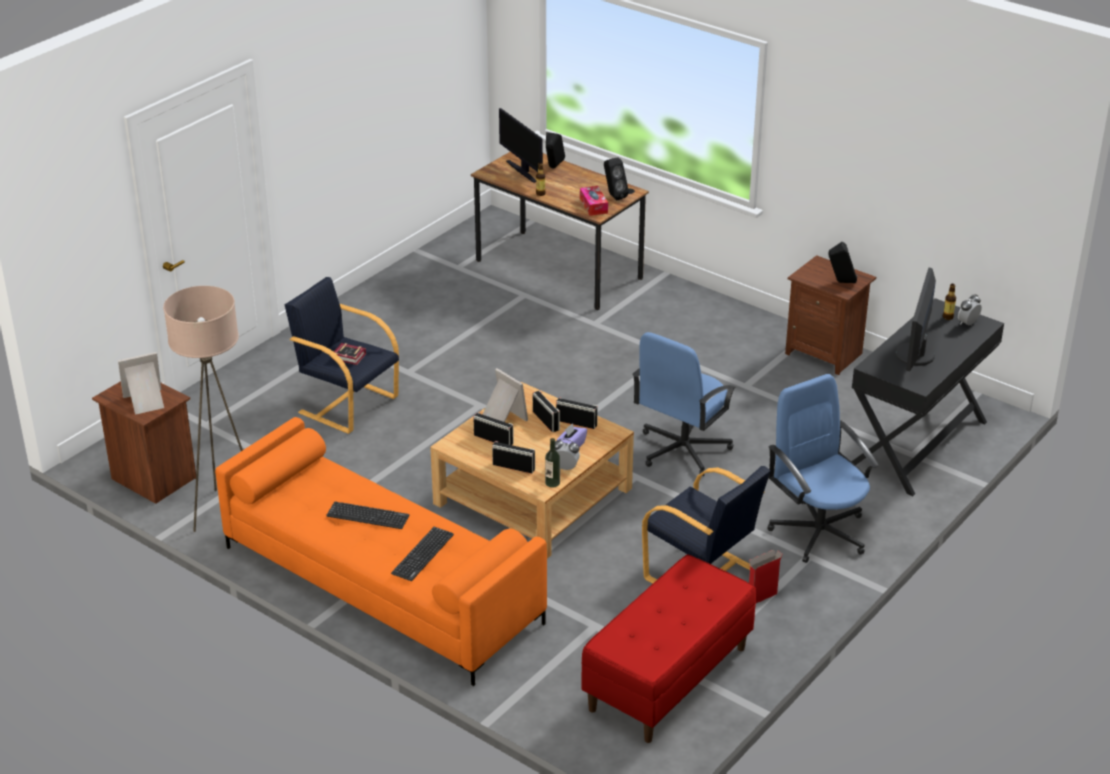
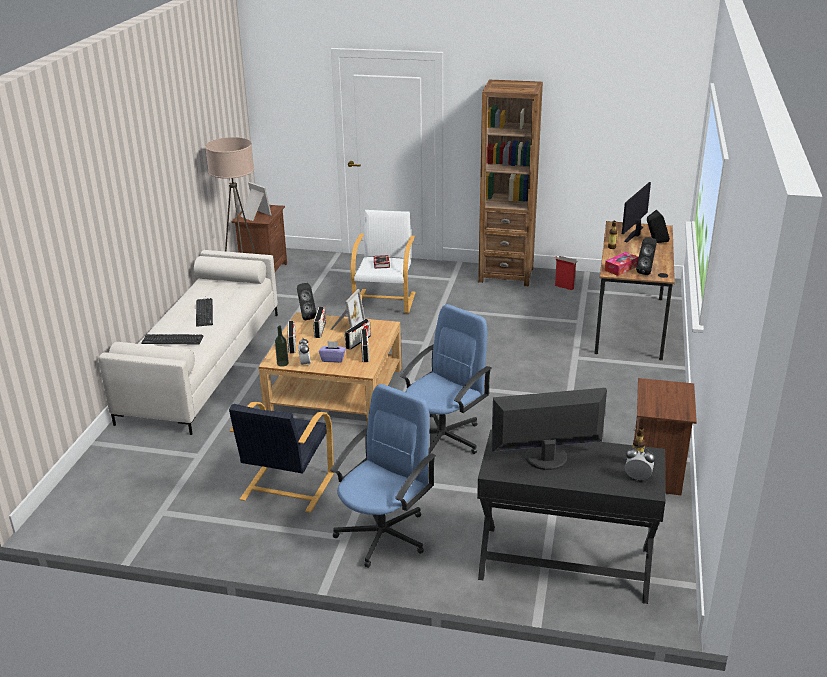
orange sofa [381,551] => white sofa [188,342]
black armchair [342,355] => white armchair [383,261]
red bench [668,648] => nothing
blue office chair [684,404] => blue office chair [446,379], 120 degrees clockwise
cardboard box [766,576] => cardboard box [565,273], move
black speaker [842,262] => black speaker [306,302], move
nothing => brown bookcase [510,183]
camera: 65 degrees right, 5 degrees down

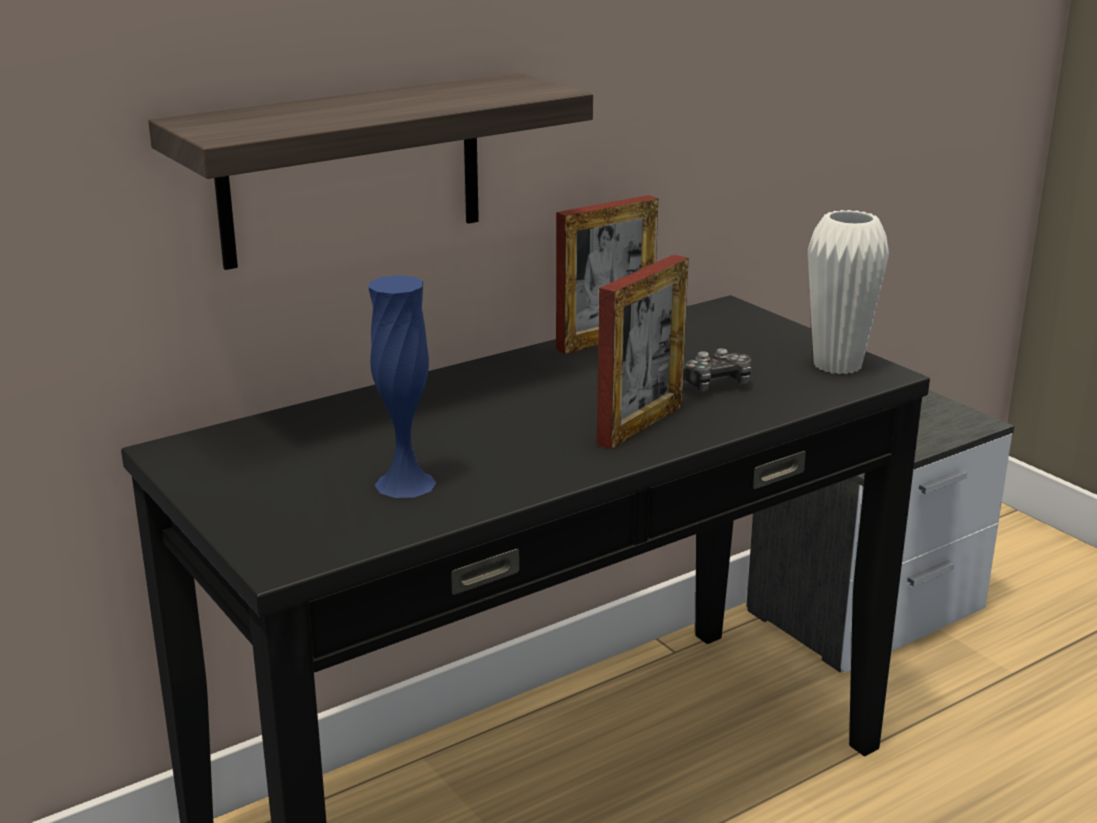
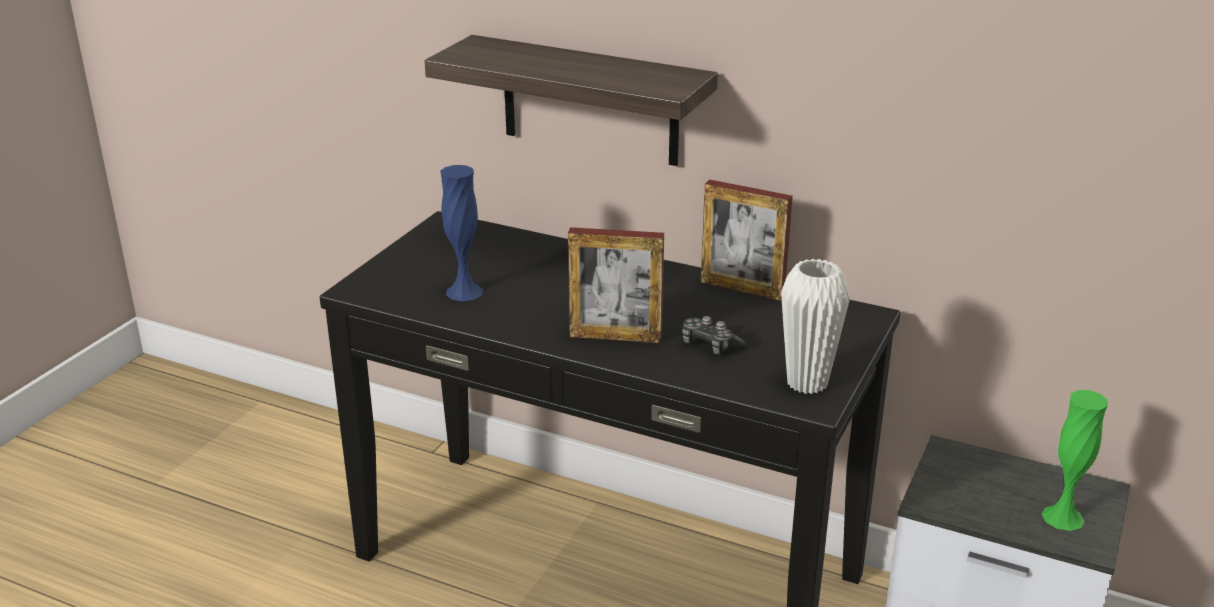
nothing => green vase [1075,460]
camera: 60 degrees right, 5 degrees up

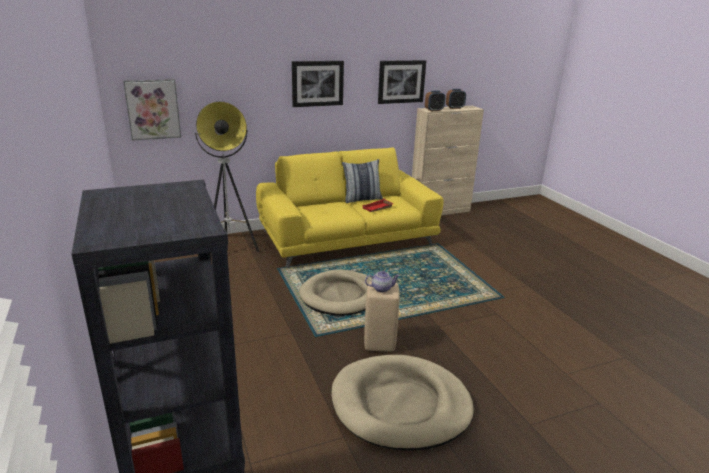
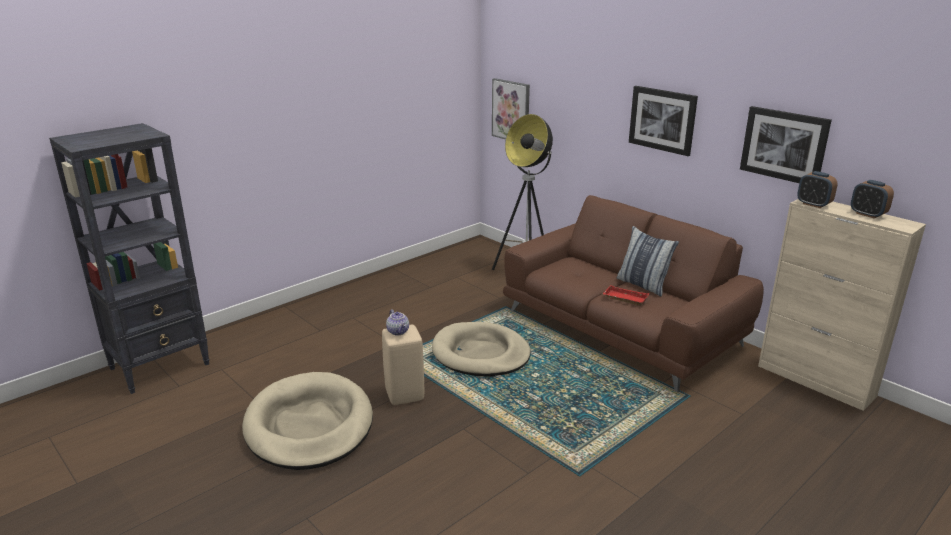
yellow sofa [350,208] => brown sofa [633,293]
camera: 70 degrees right, 0 degrees up

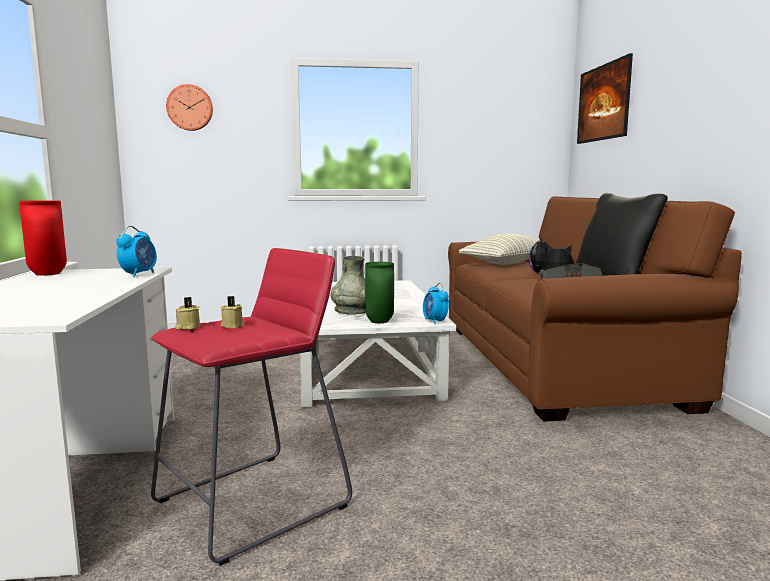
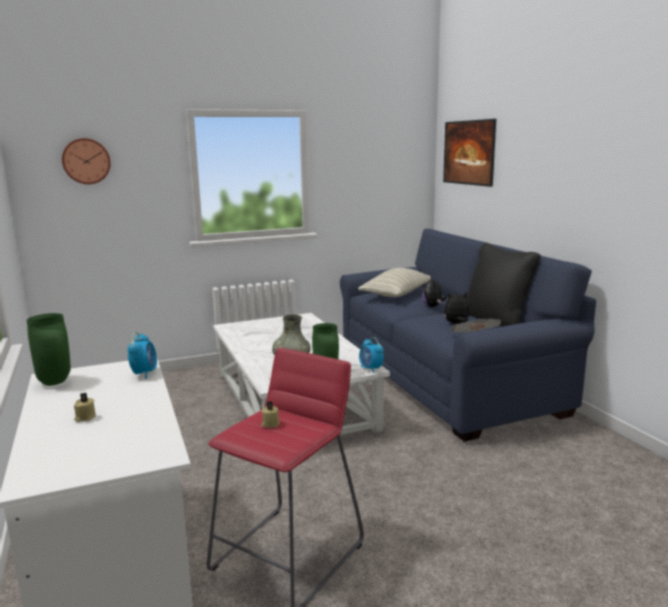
red vase [43,238] => green vase [49,349]
beige candle [187,313] => beige candle [85,407], move
brown sofa [595,308] => blue sofa [468,335]
camera: 15 degrees left, 5 degrees up

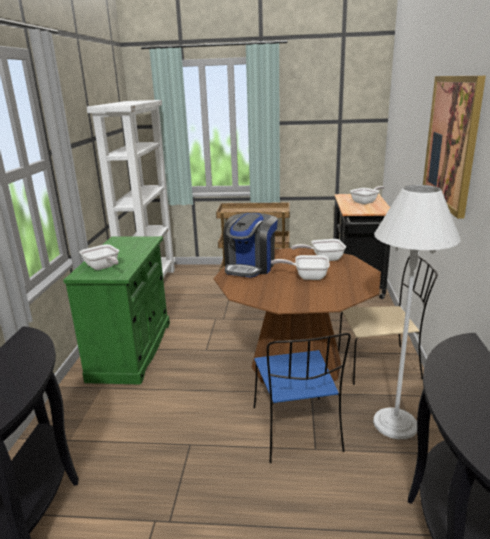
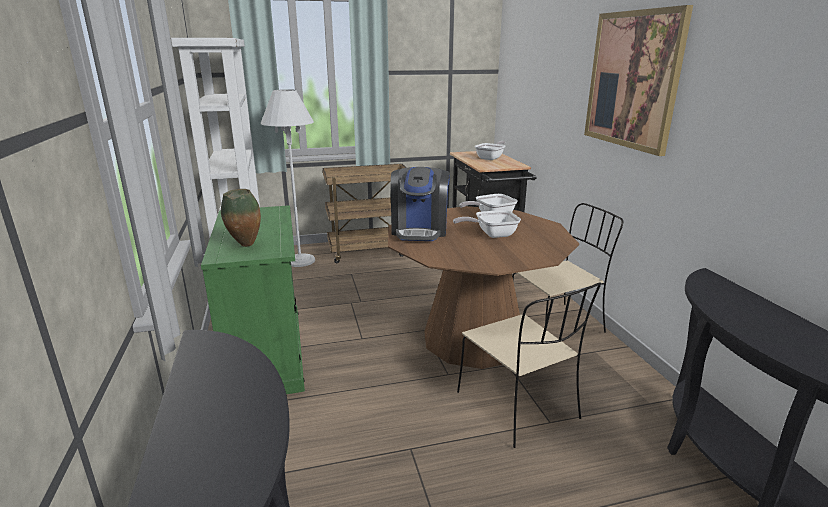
frying pan [99,257] => vase [241,218]
blue chair [302,398] => beige chair [529,365]
white floor lamp [417,312] => white floor lamp [287,178], move
camera: 20 degrees left, 0 degrees up

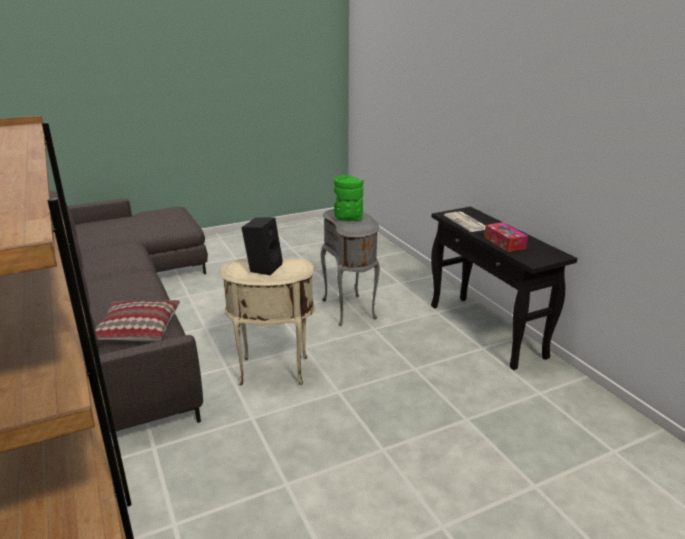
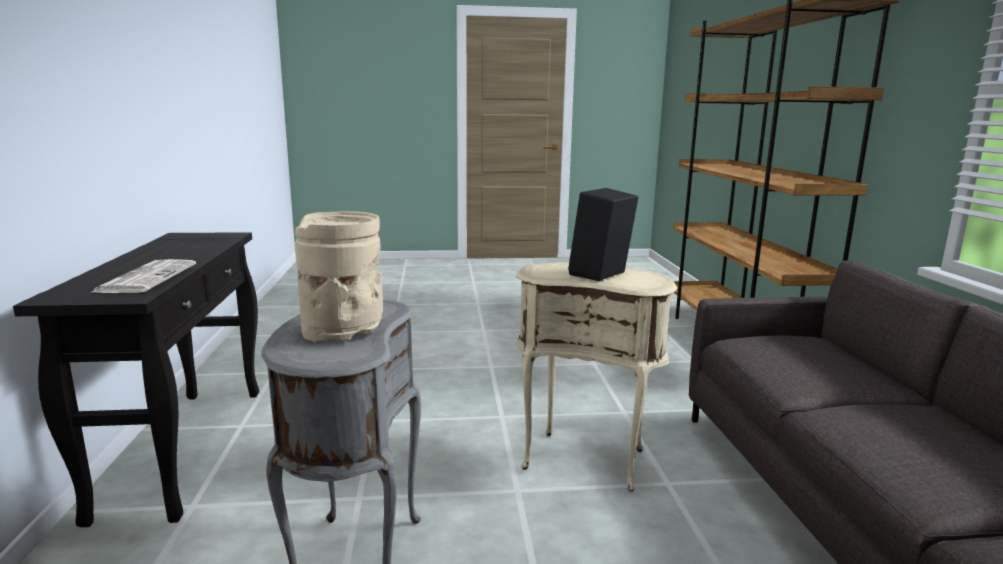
pillow [137,320] => nothing
green vase [348,198] => beige vase [339,277]
tissue box [506,237] => nothing
camera: 160 degrees left, 10 degrees down

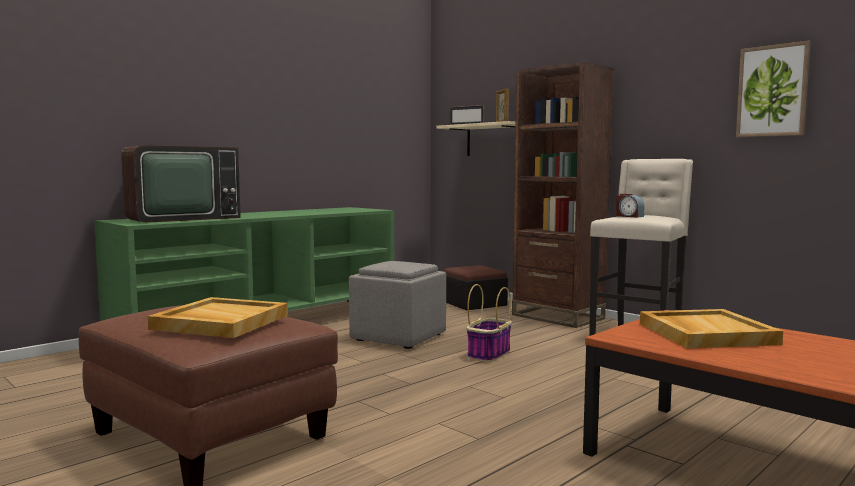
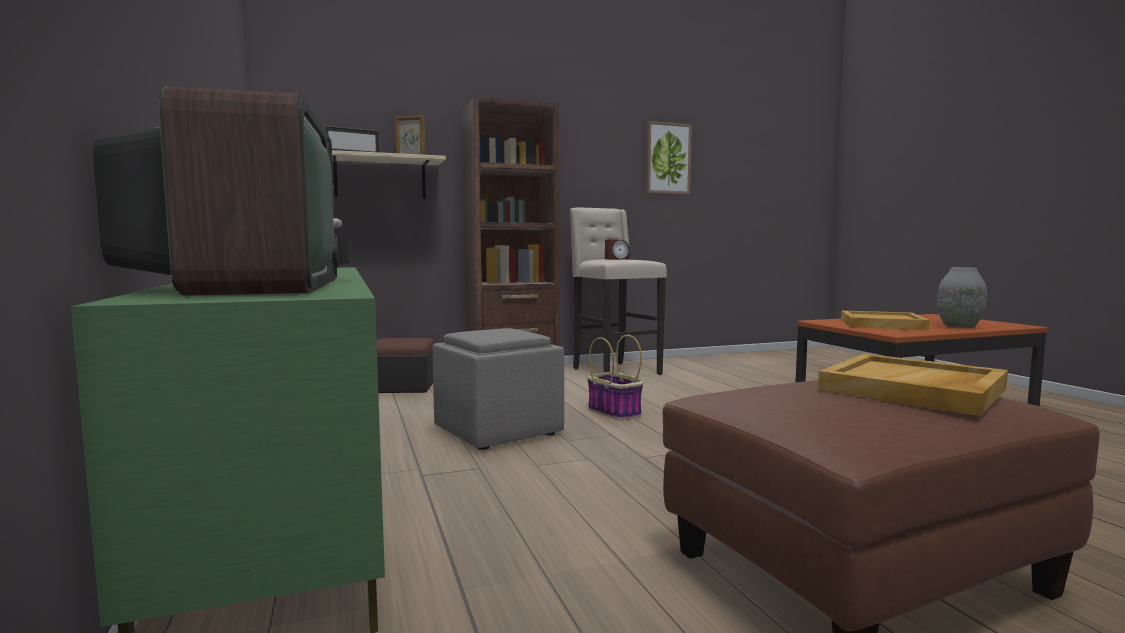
nothing => grey vase [962,297]
camera: 65 degrees left, 0 degrees up

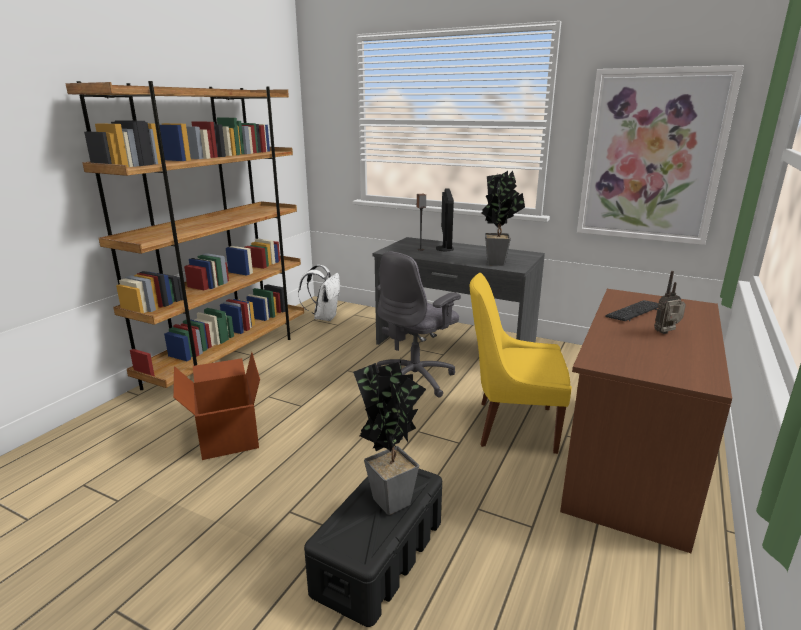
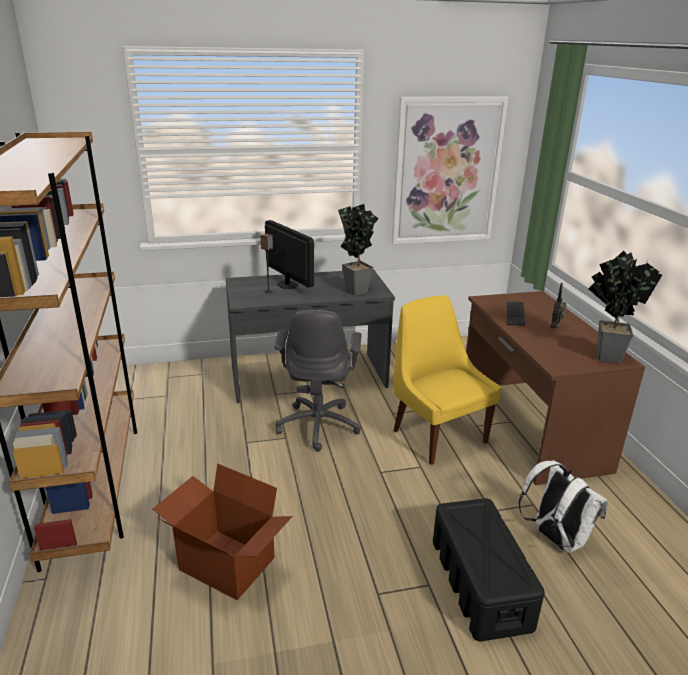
white backpack [319,293] => white backpack [563,506], move
potted plant [389,436] => potted plant [625,307], move
yellow chair [521,363] => yellow chair [447,380], 90 degrees clockwise
camera: 40 degrees left, 5 degrees up

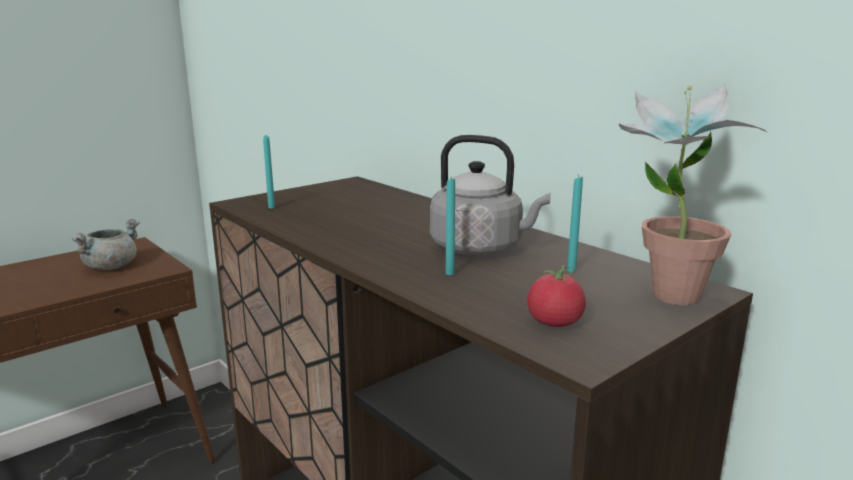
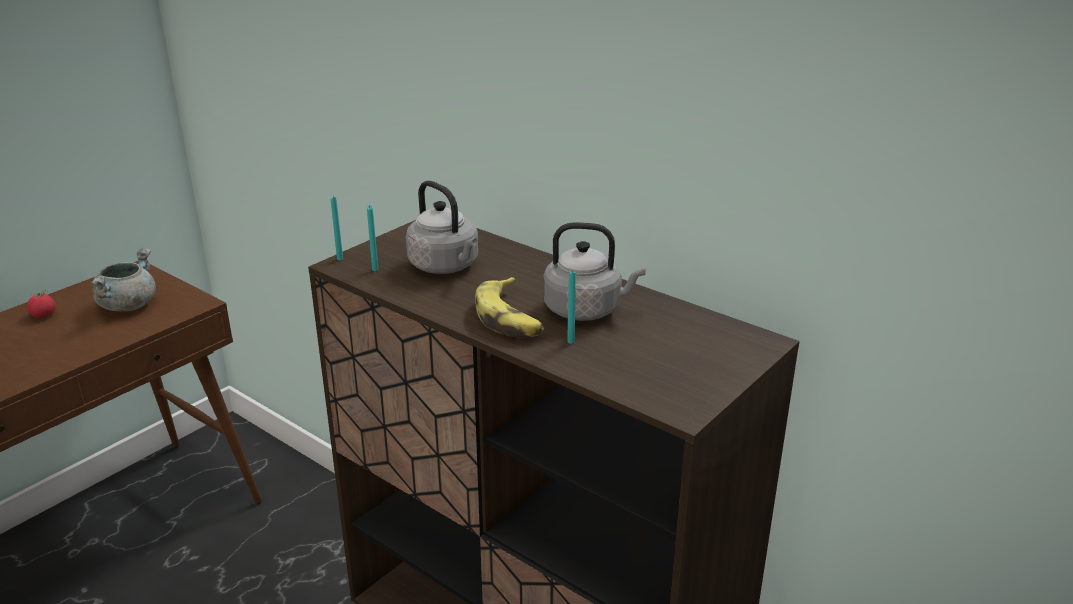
tomato [556,296] => tomato [41,304], move
turquoise candle [575,223] => turquoise candle [337,228], move
potted plant [693,194] => nothing
nothing => grey kettle [442,227]
nothing => banana [509,307]
camera: 10 degrees left, 10 degrees up

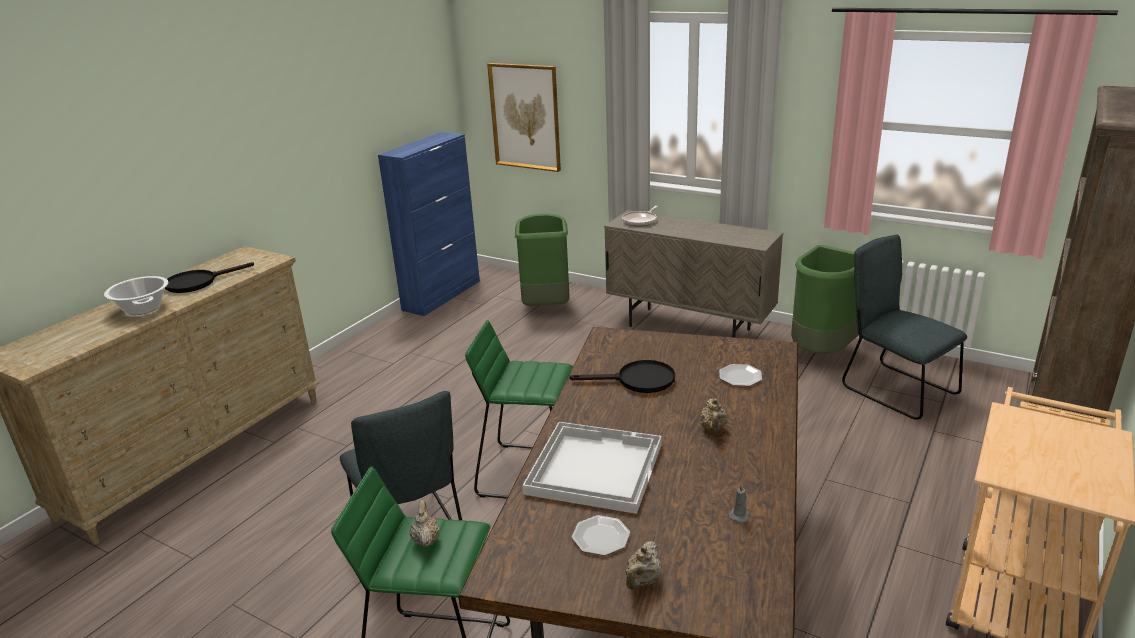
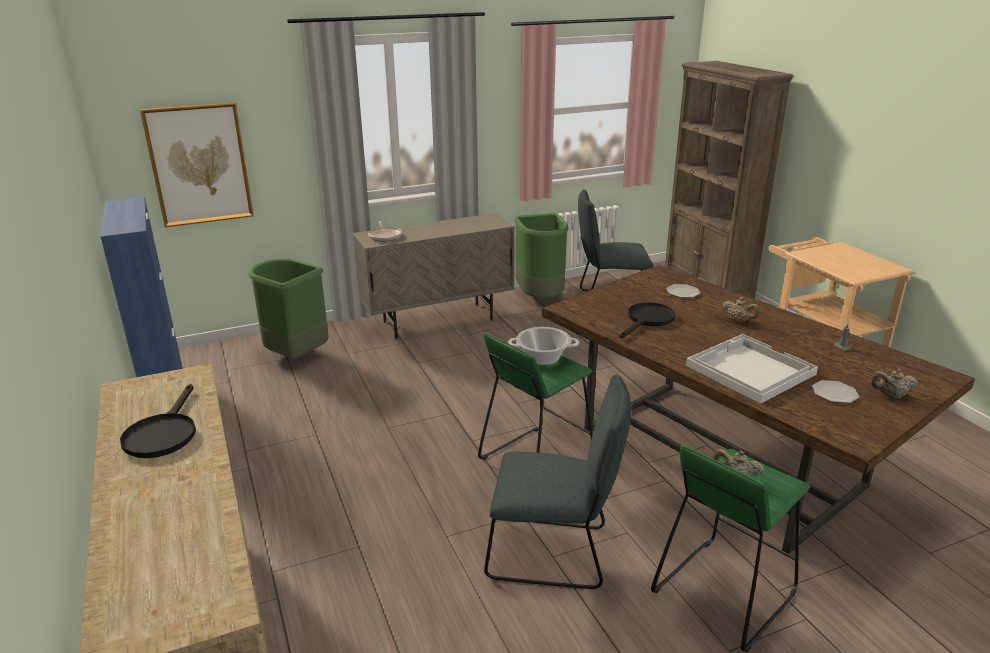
cooking pot [136,295] => cooking pot [543,346], move
beige teapot [643,565] => beige teapot [894,384], 120 degrees clockwise
camera: 55 degrees left, 0 degrees up

